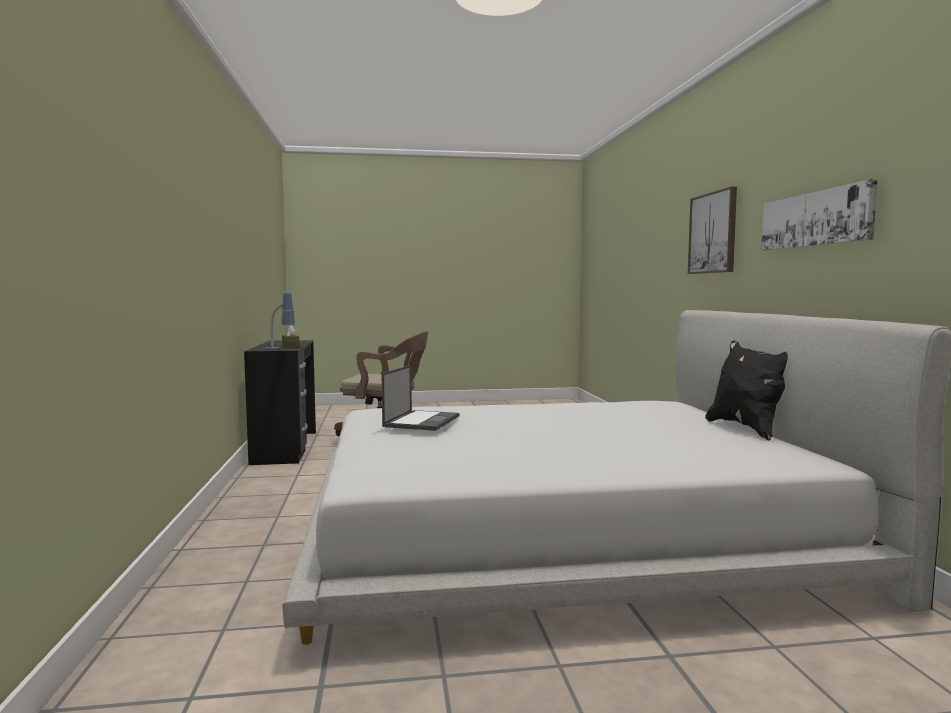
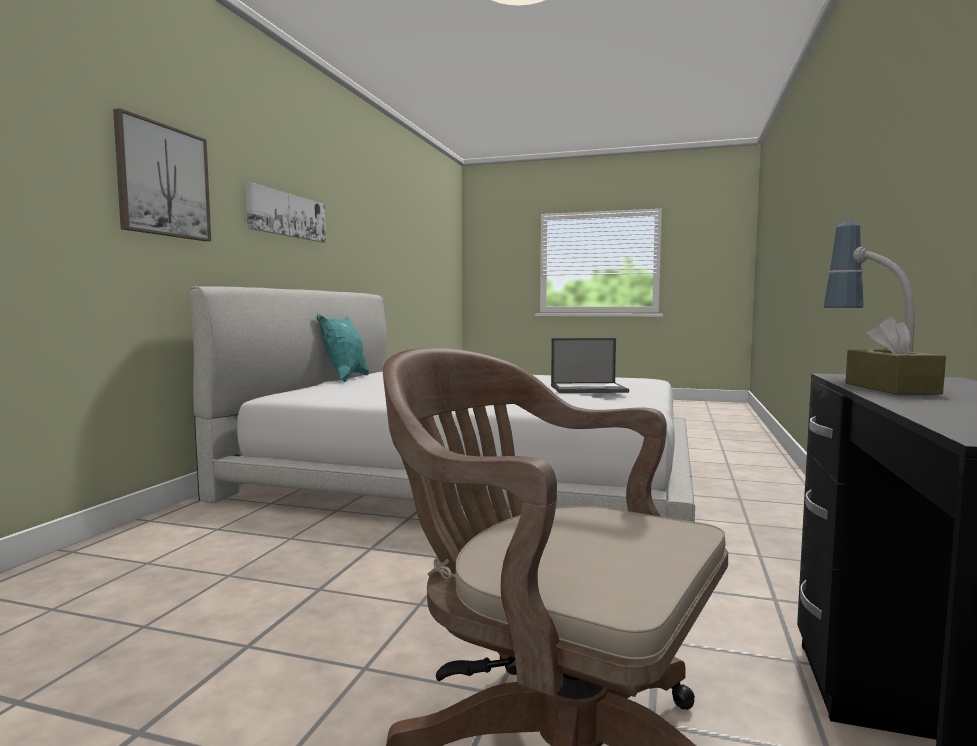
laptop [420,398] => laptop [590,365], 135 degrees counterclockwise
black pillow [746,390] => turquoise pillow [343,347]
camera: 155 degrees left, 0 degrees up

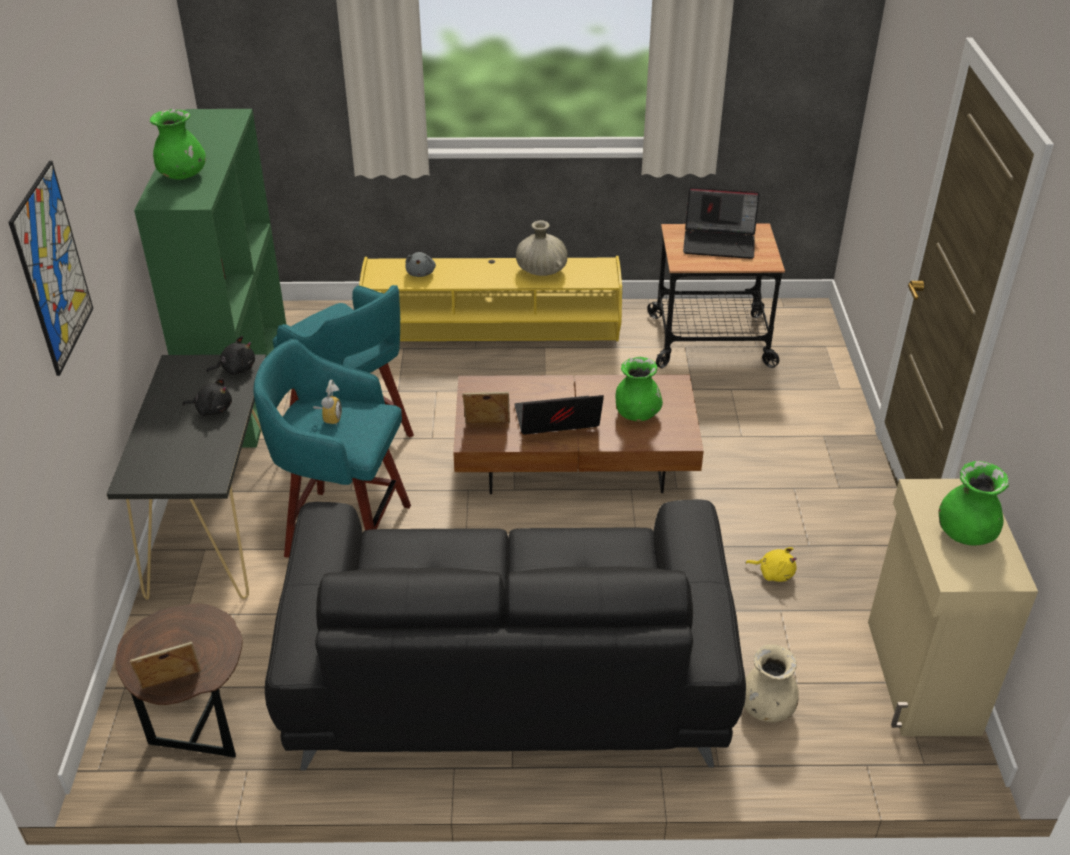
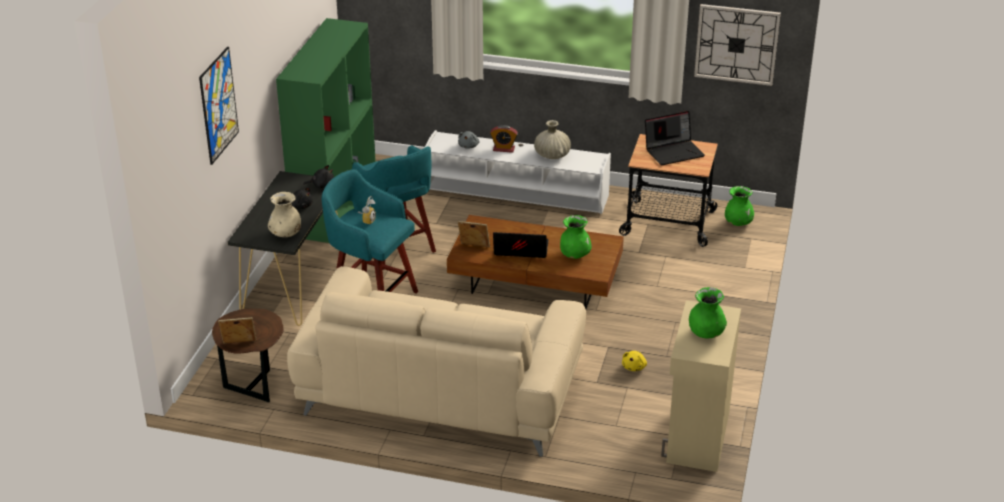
green vase [178,144] => green vase [739,206], move
black sofa [505,634] => beige sofa [436,361]
yellow tv stand [490,298] => white tv stand [518,172]
laptop [721,223] => laptop [675,138], 45 degrees counterclockwise
beige vase [771,683] => beige vase [284,214], move
yellow plush toy [771,564] => yellow plush toy [634,361], 75 degrees clockwise
nothing => alarm clock [504,139]
nothing => wall clock [737,45]
camera: 15 degrees right, 5 degrees down

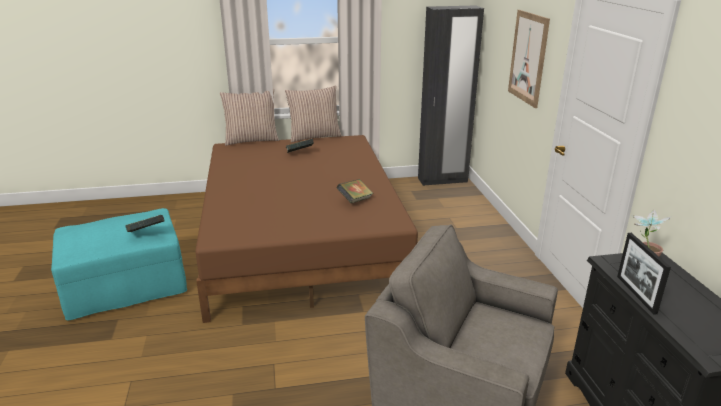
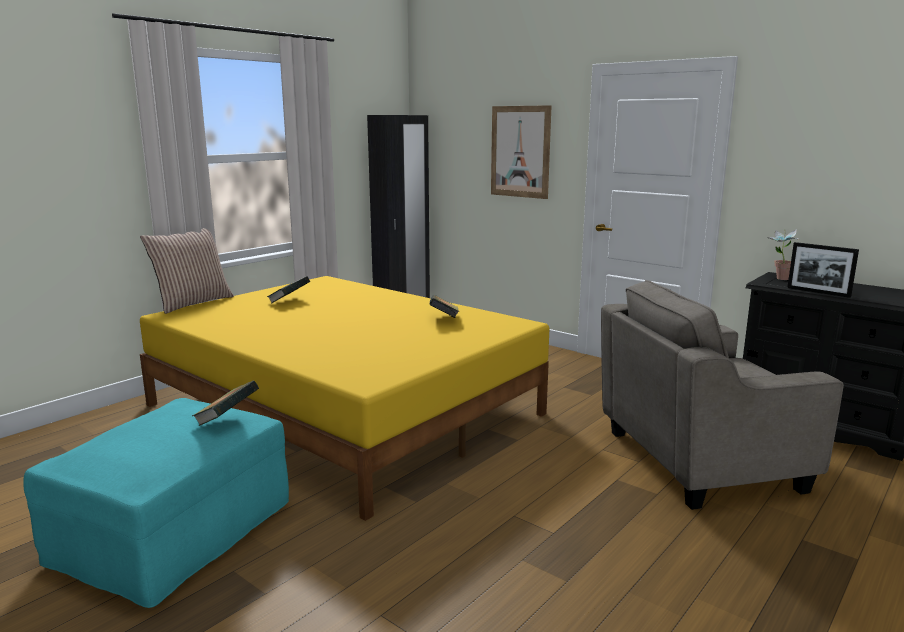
brown bed [306,229] => yellow bed [344,398]
pillow [313,114] => nothing
camera: 40 degrees left, 10 degrees down

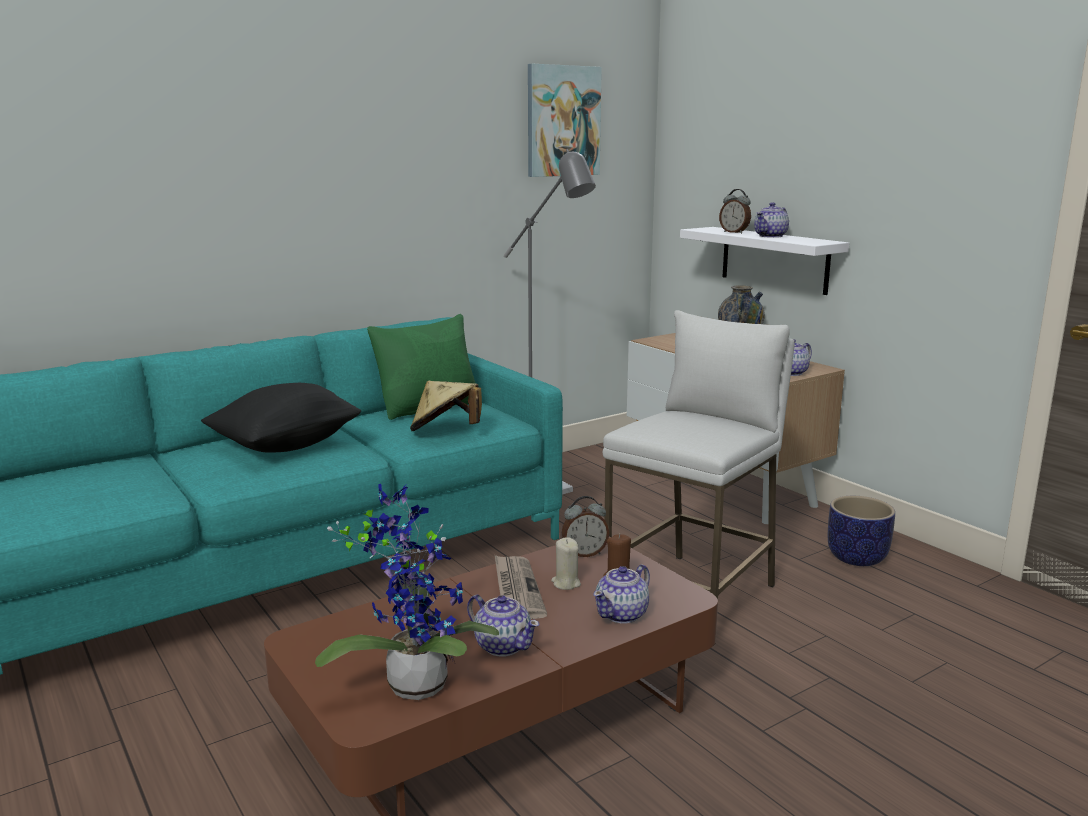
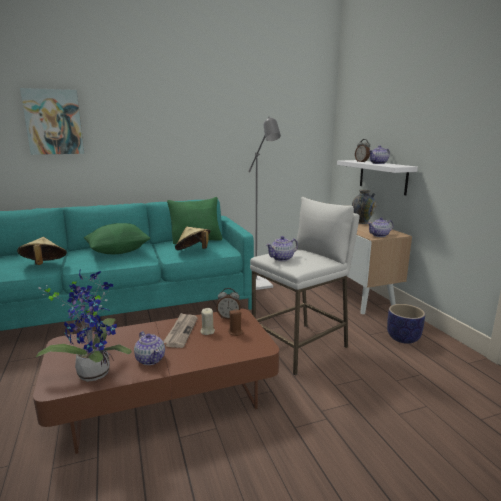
black pillow [281,418] => green pillow [117,238]
picture [565,120] => picture [52,121], move
teapot [621,594] => teapot [282,248], move
nothing => beige hat [42,251]
camera: 15 degrees right, 0 degrees up

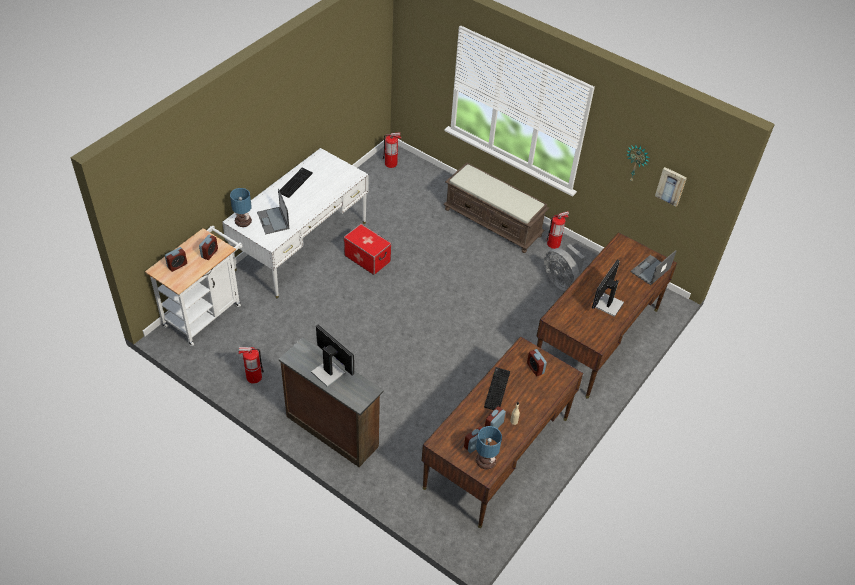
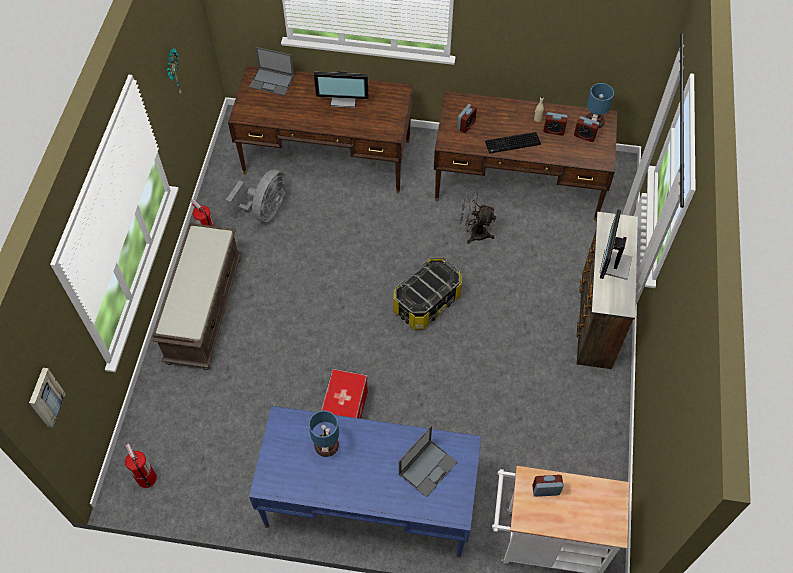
alarm clock [176,259] => nothing
white desk [295,223] => blue desk [365,482]
table lamp [241,207] => table lamp [324,433], move
fire extinguisher [251,365] => nothing
keyboard [296,183] => nothing
picture [671,187] => picture [47,397], move
nothing => storage box [427,293]
nothing => grey fan [477,217]
camera: 115 degrees left, 10 degrees up

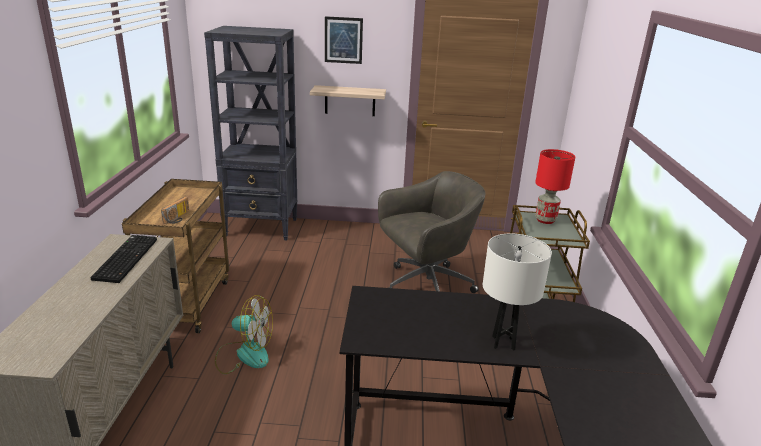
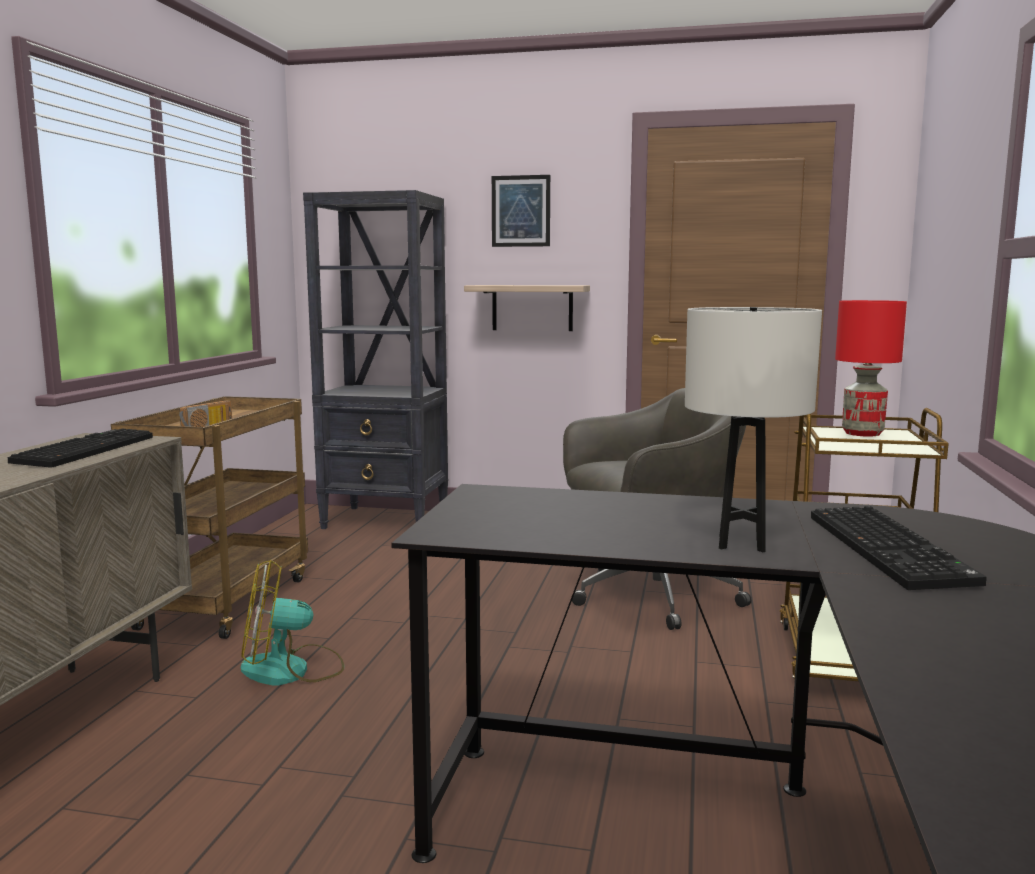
fan [244,334] => fan [292,623], 150 degrees clockwise
nothing => keyboard [898,548]
camera: 10 degrees right, 15 degrees down

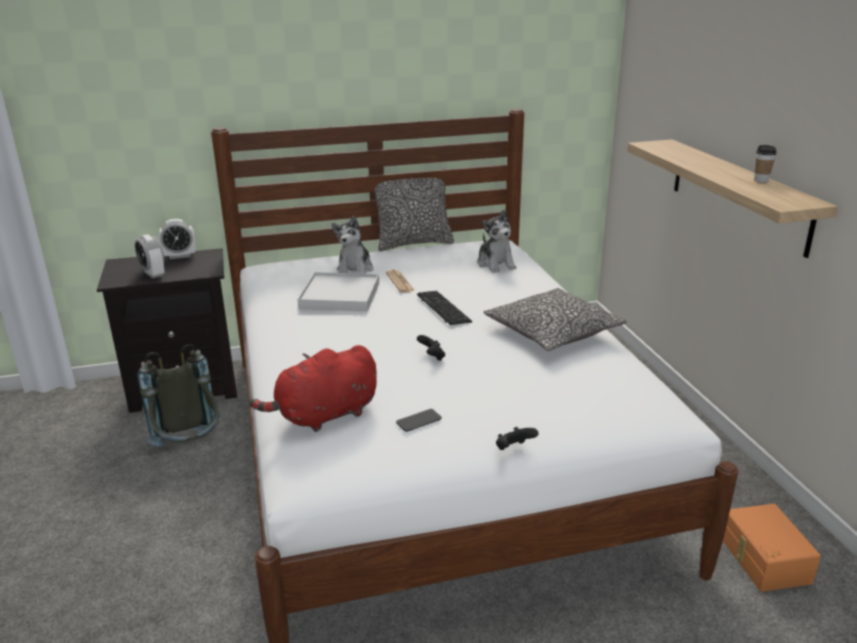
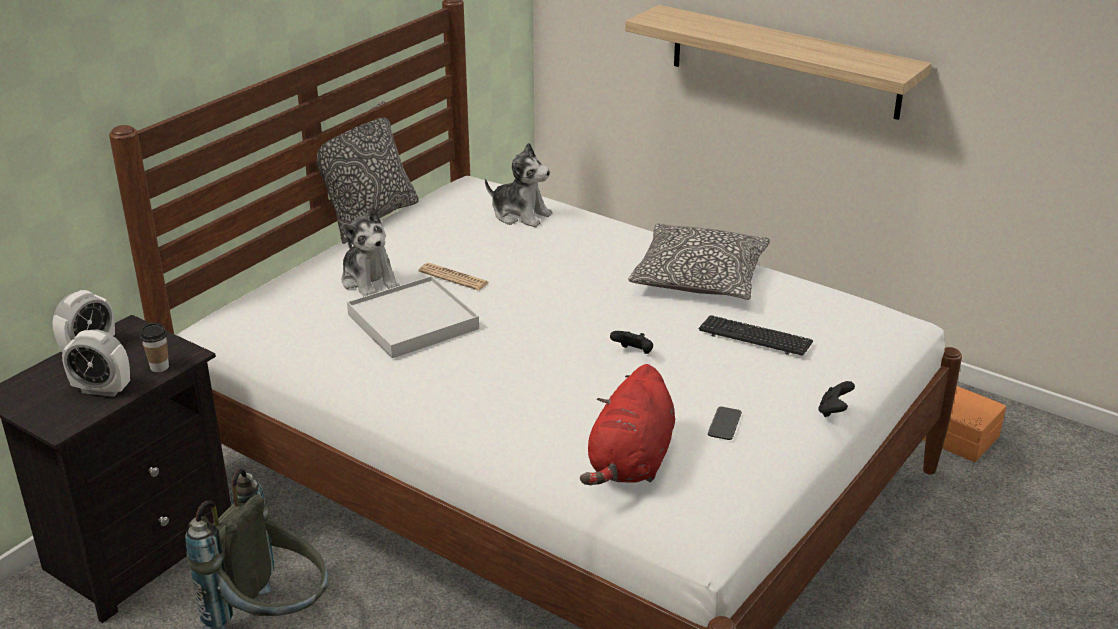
keyboard [444,308] => keyboard [756,335], move
cup [765,164] => cup [154,347], move
camera: 40 degrees left, 5 degrees up

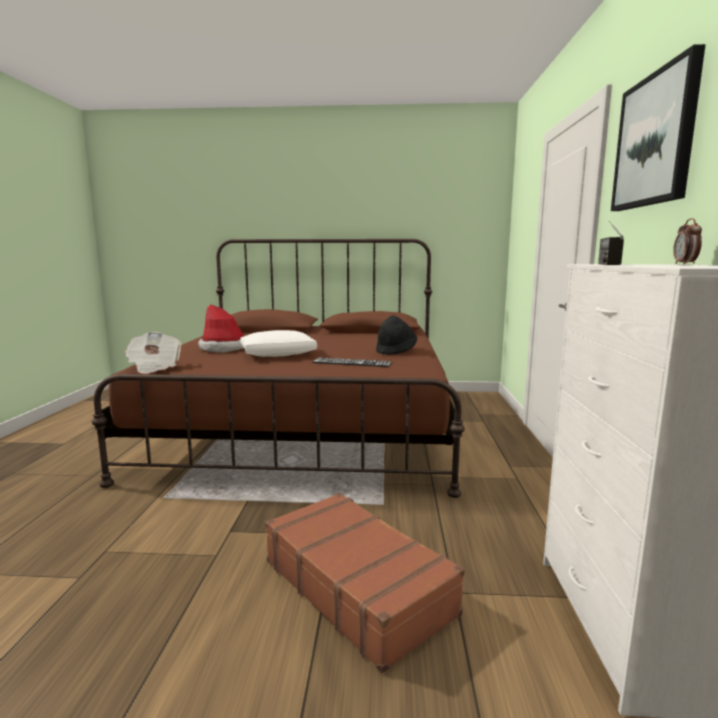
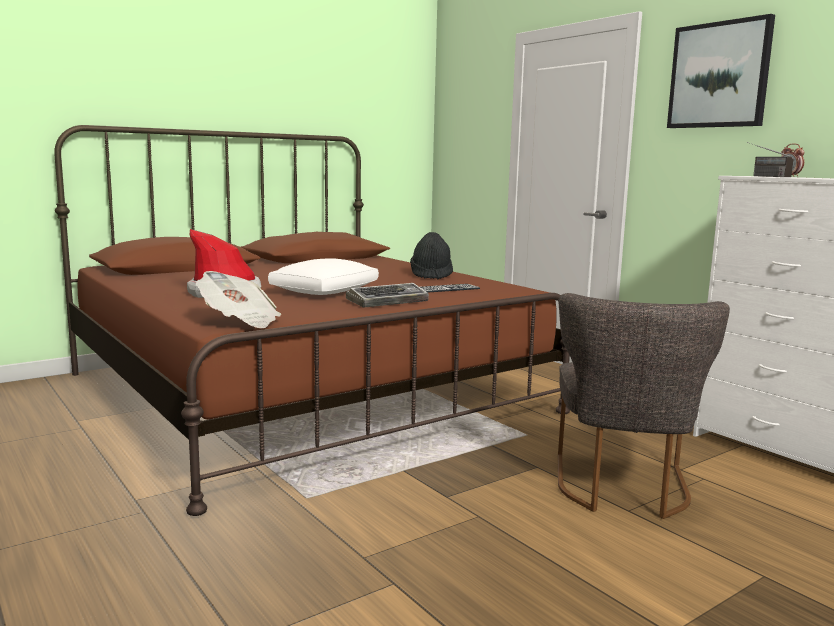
brown suitcase [365,582] => grey chair [644,406]
nothing => keyboard [387,295]
camera: 40 degrees left, 0 degrees up

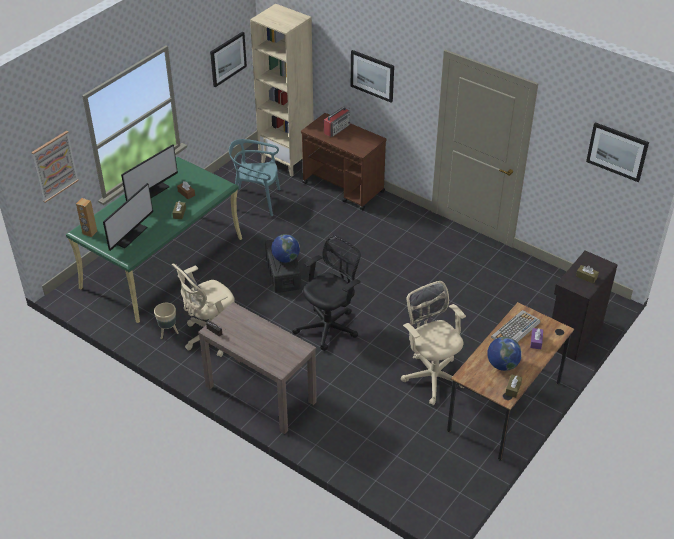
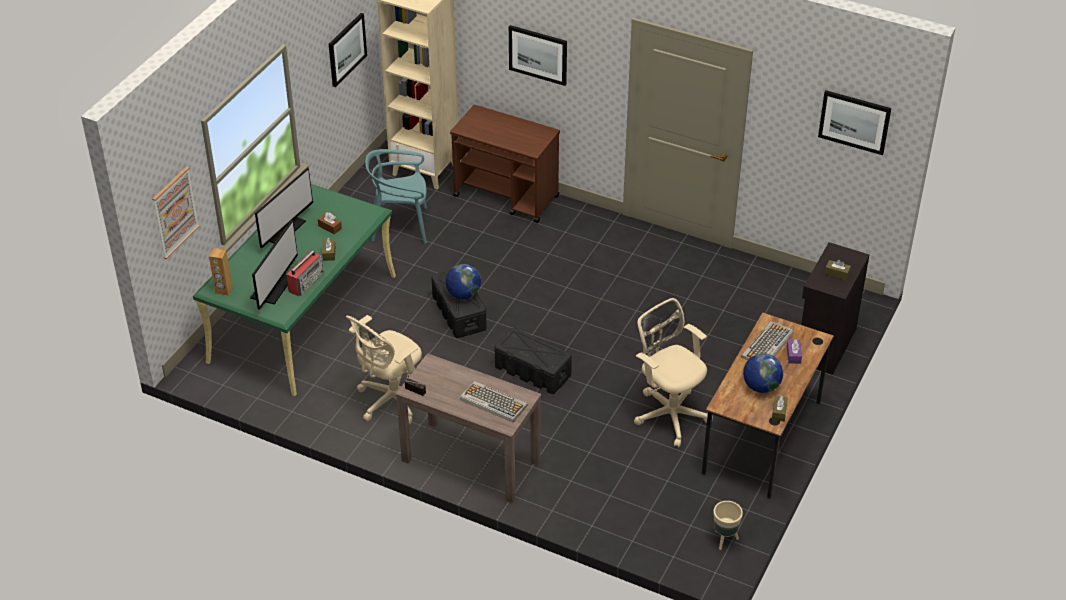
beige planter [166,321] => beige planter [728,525], move
black office chair [326,293] => black storage box [533,361]
radio [337,122] => radio [305,273], move
nothing => keyboard [494,402]
camera: 10 degrees left, 0 degrees up

